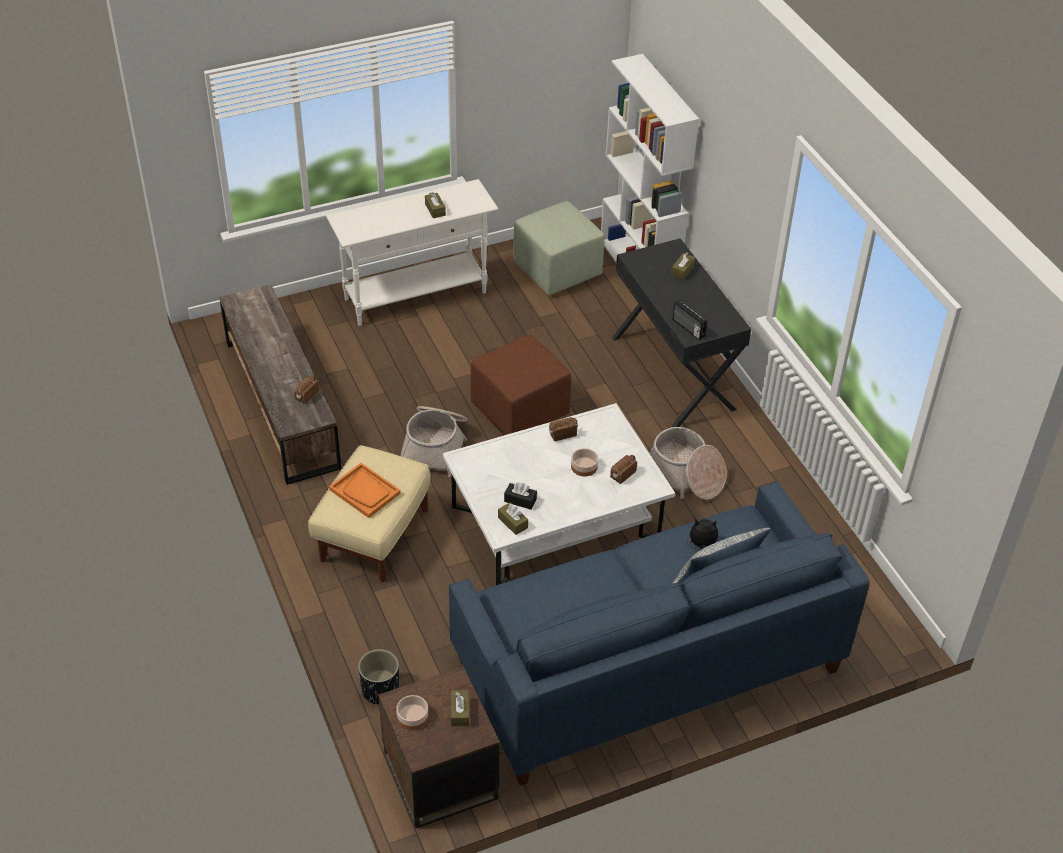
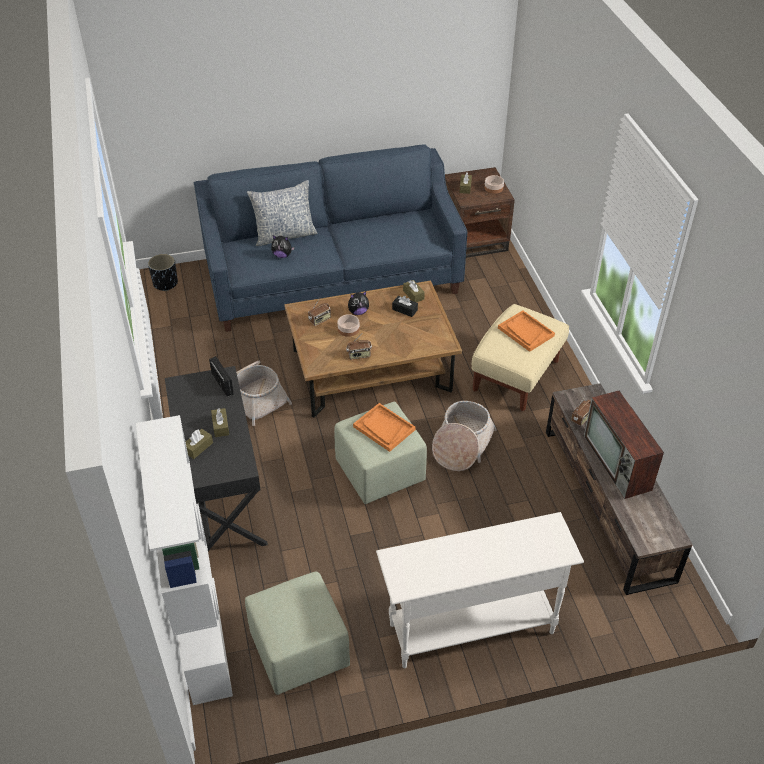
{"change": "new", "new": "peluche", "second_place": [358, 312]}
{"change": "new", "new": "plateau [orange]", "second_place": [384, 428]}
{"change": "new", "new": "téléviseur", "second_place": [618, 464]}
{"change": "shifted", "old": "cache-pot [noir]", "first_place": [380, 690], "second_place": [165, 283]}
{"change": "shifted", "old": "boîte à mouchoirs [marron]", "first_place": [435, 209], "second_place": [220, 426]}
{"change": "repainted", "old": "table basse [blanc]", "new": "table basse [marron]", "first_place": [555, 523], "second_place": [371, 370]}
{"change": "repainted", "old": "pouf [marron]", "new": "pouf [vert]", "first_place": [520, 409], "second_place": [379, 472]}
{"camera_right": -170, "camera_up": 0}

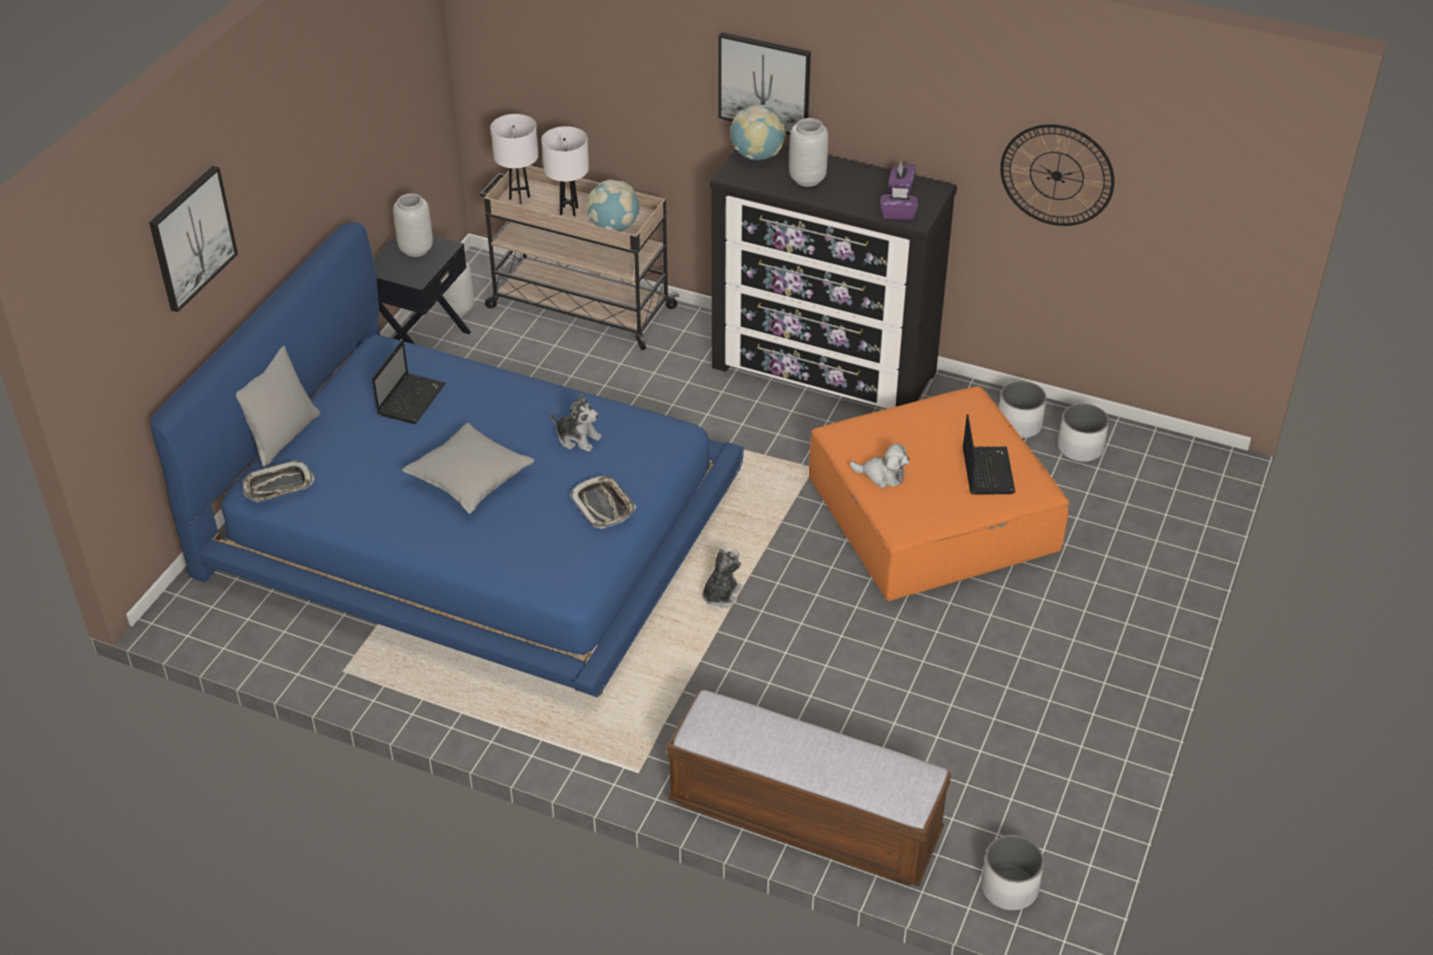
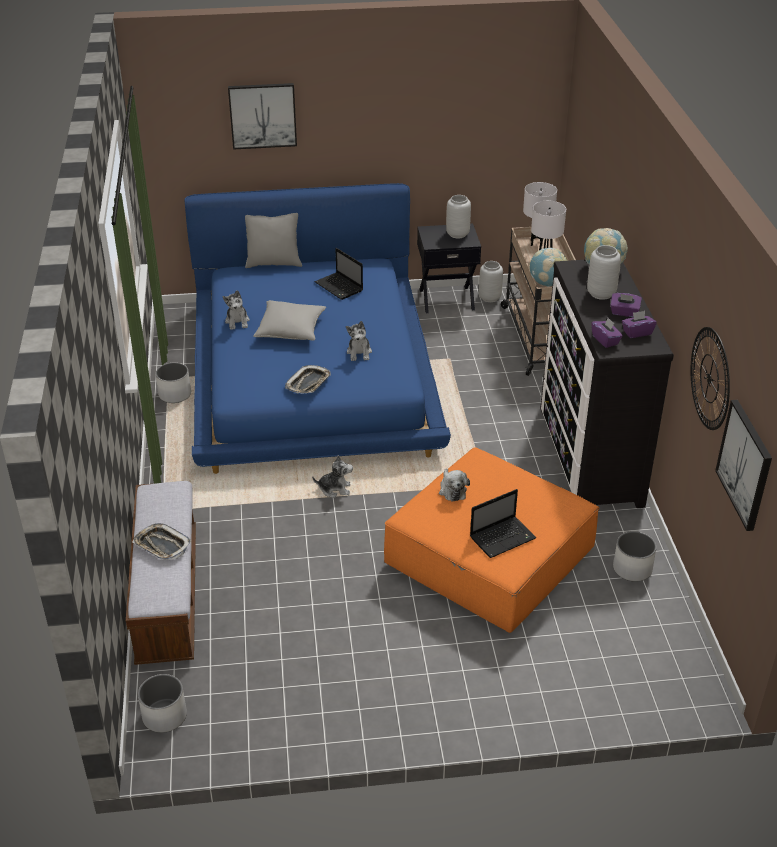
{"change": "new", "new": "peluche", "second_place": [237, 321]}
{"change": "new", "new": "boîte à mouchoirs [violet]", "second_place": [624, 312]}
{"change": "shifted", "old": "plateau", "first_place": [278, 486], "second_place": [162, 545]}
{"change": "shifted", "old": "tableau", "first_place": [764, 83], "second_place": [745, 464]}
{"change": "shifted", "old": "cache-pot [blanc]", "first_place": [1080, 448], "second_place": [175, 395]}
{"change": "rotated", "old": "ordinateur portable", "first_place": [411, 398], "second_place": [340, 287], "degrees": 60}
{"camera_right": 60, "camera_up": -5}

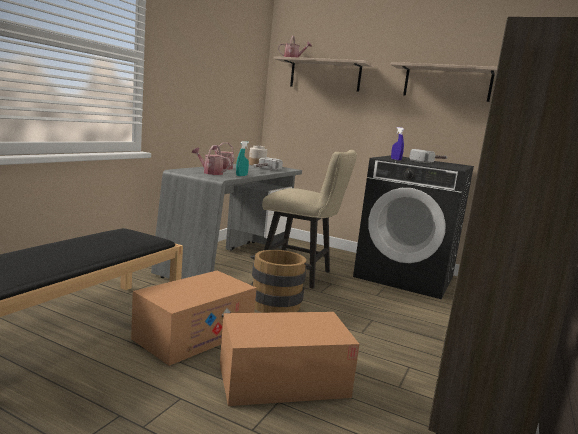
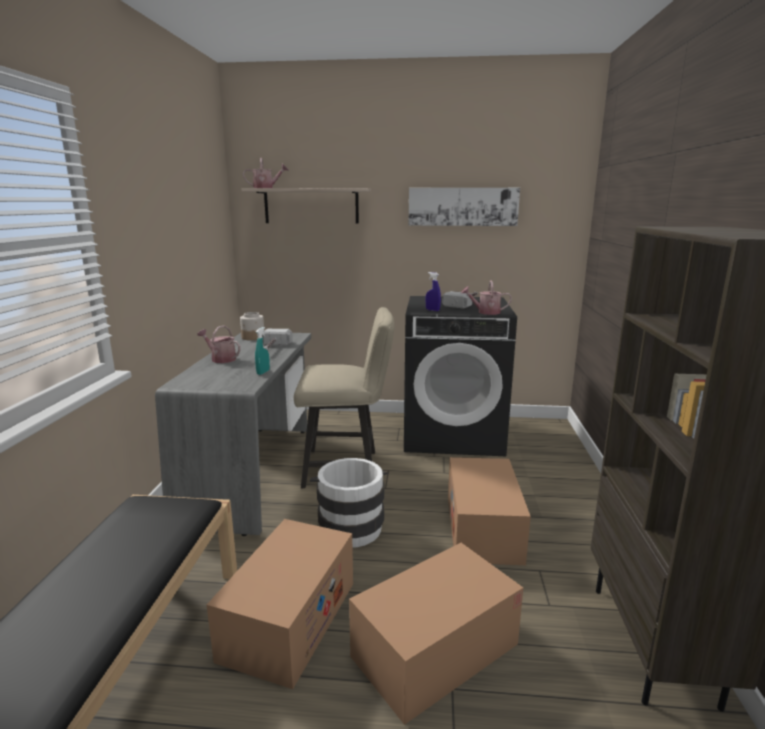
{"change": "new", "new": "carton", "second_place": [483, 528]}
{"change": "shifted", "old": "arrosoir", "first_place": [210, 173], "second_place": [485, 312]}
{"change": "swapped", "old": "étagère", "new": "tableau", "first_place": [447, 83], "second_place": [463, 206]}
{"change": "repainted", "old": "seau [marron]", "new": "seau [blanc]", "first_place": [276, 303], "second_place": [350, 525]}
{"camera_right": -20, "camera_up": 5}

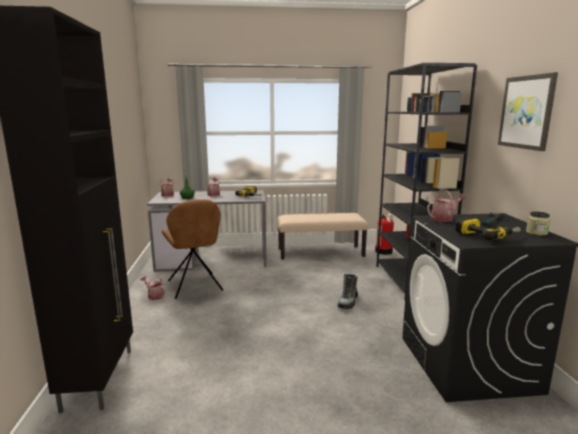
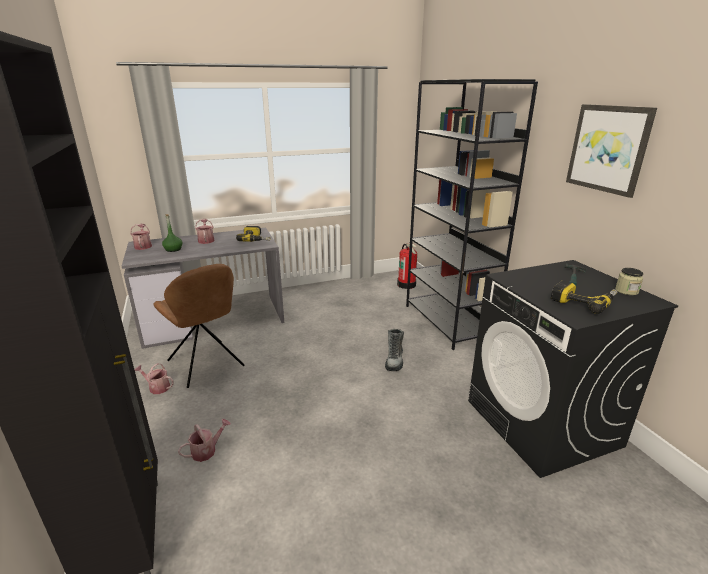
{"change": "gone", "old": "banc [beige]", "first_place": [321, 252]}
{"change": "shifted", "old": "arrosoir", "first_place": [444, 218], "second_place": [207, 450]}
{"camera_right": -15, "camera_up": 10}

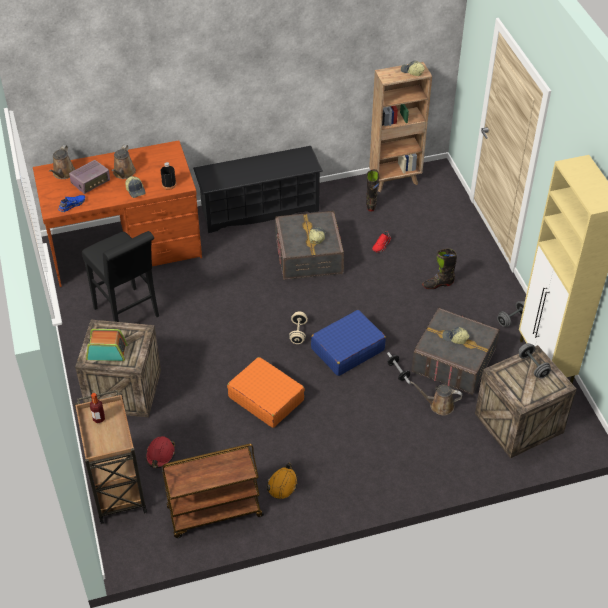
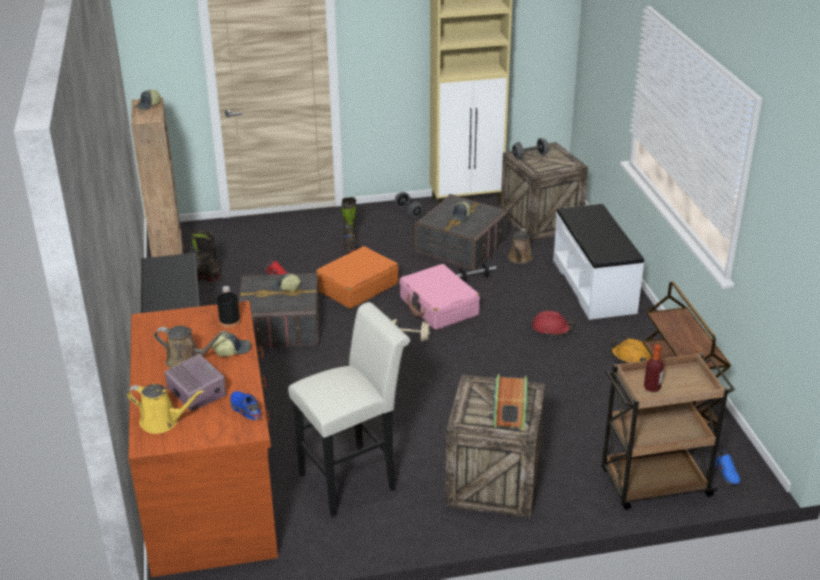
{"change": "new", "new": "banc [blanc]", "second_place": [594, 286]}
{"change": "new", "new": "chaussure [bleu]", "second_place": [727, 473]}
{"change": "shifted", "old": "casque de chantier [rouge]", "first_place": [160, 455], "second_place": [551, 329]}
{"change": "shifted", "old": "valise [orange]", "first_place": [266, 398], "second_place": [357, 287]}
{"change": "repainted", "old": "arrosoir [marron]", "new": "arrosoir [jaune]", "first_place": [63, 173], "second_place": [163, 422]}
{"change": "repainted", "old": "tabouret [noir]", "new": "tabouret [blanc]", "first_place": [129, 315], "second_place": [354, 479]}
{"change": "repainted", "old": "valise [bleu]", "new": "valise [rose]", "first_place": [347, 349], "second_place": [439, 307]}
{"camera_right": -85, "camera_up": -15}

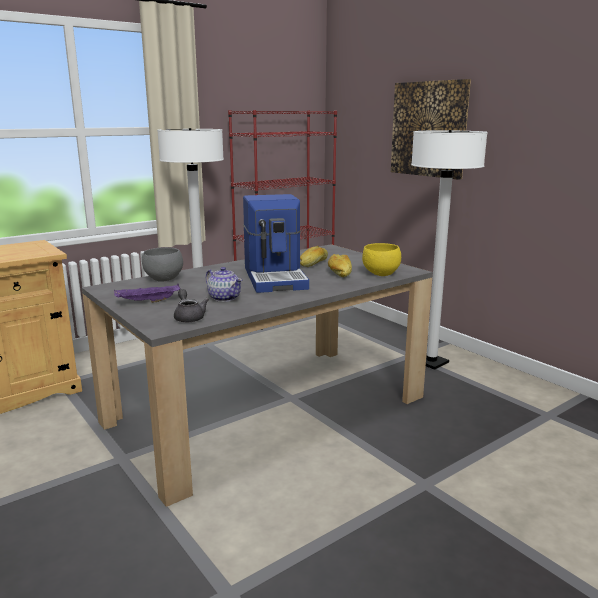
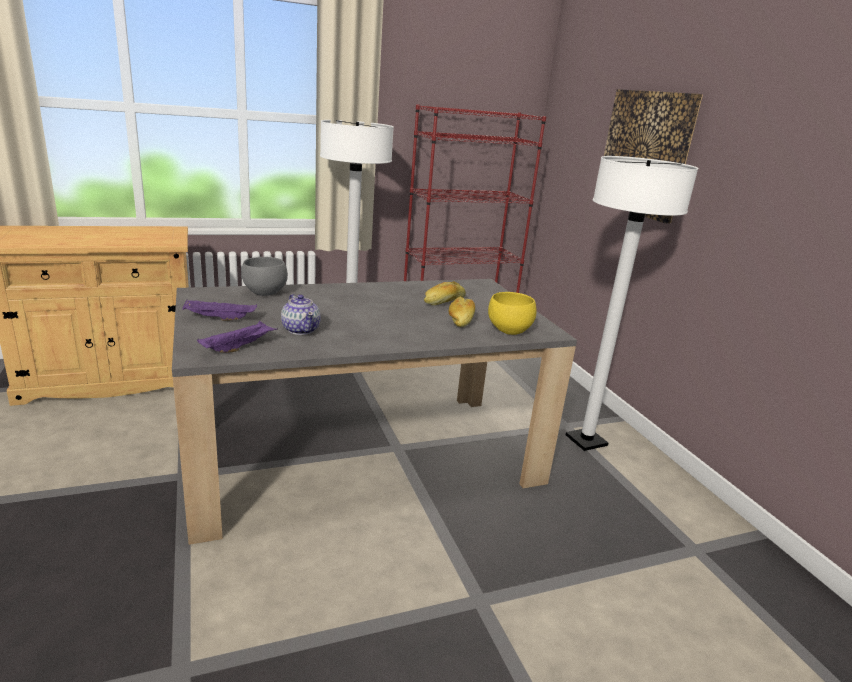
{"change": "gone", "old": "machine à café", "first_place": [276, 278]}
{"change": "swapped", "old": "théière [gris]", "new": "plateau [violet]", "first_place": [189, 317], "second_place": [239, 347]}
{"camera_right": 15, "camera_up": 5}

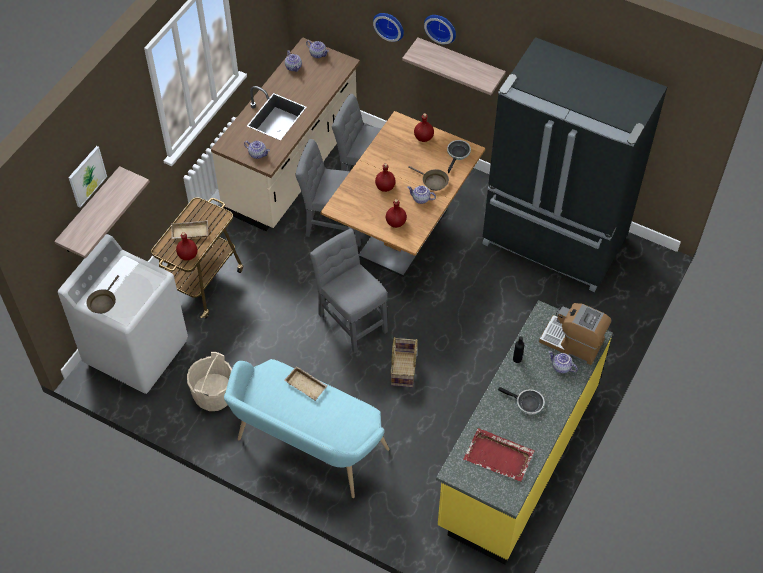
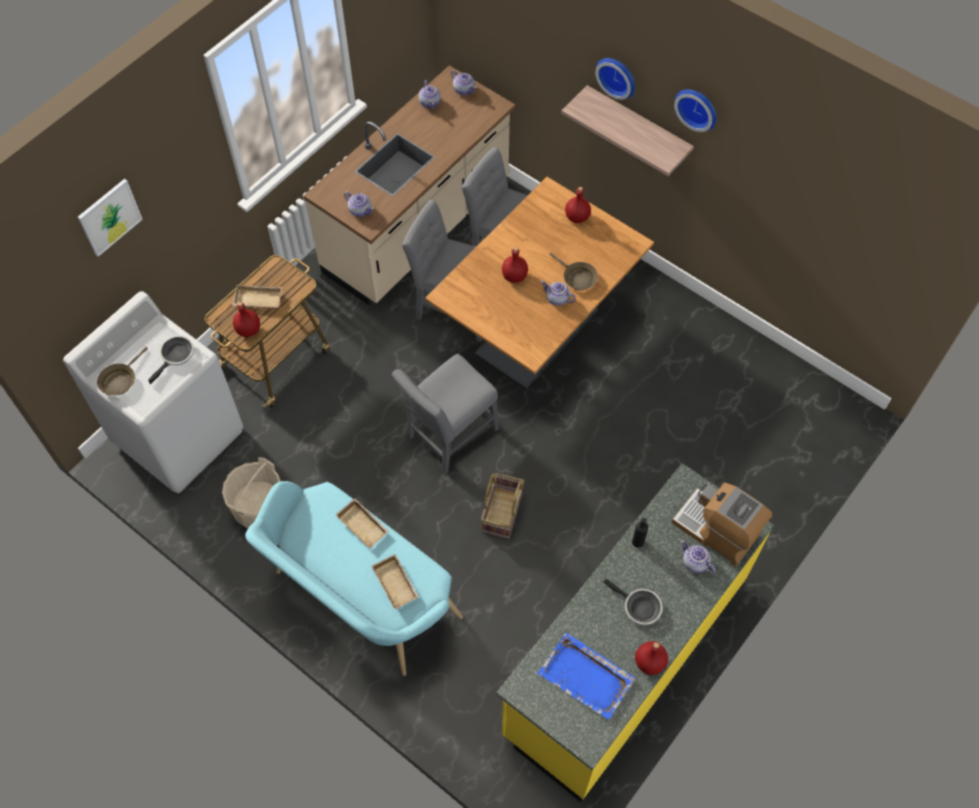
{"change": "gone", "old": "étagère", "first_place": [90, 212]}
{"change": "gone", "old": "réfrigérateur [noir]", "first_place": [553, 242]}
{"change": "new", "new": "plateau [beige]", "second_place": [397, 583]}
{"change": "shifted", "old": "horloge murale", "first_place": [390, 25], "second_place": [698, 107]}
{"change": "shifted", "old": "bouteille [rouge]", "first_place": [395, 223], "second_place": [649, 662]}
{"change": "shifted", "old": "poêle", "first_place": [458, 154], "second_place": [176, 356]}
{"change": "repainted", "old": "plateau [rouge]", "new": "plateau [bleu]", "first_place": [499, 456], "second_place": [586, 677]}
{"change": "rotated", "old": "chaise [gris]", "first_place": [351, 319], "second_place": [449, 436], "degrees": -105}
{"camera_right": 10, "camera_up": 5}

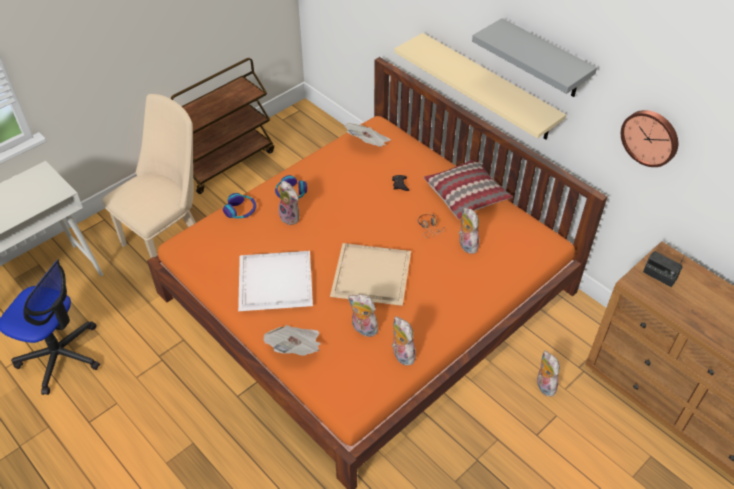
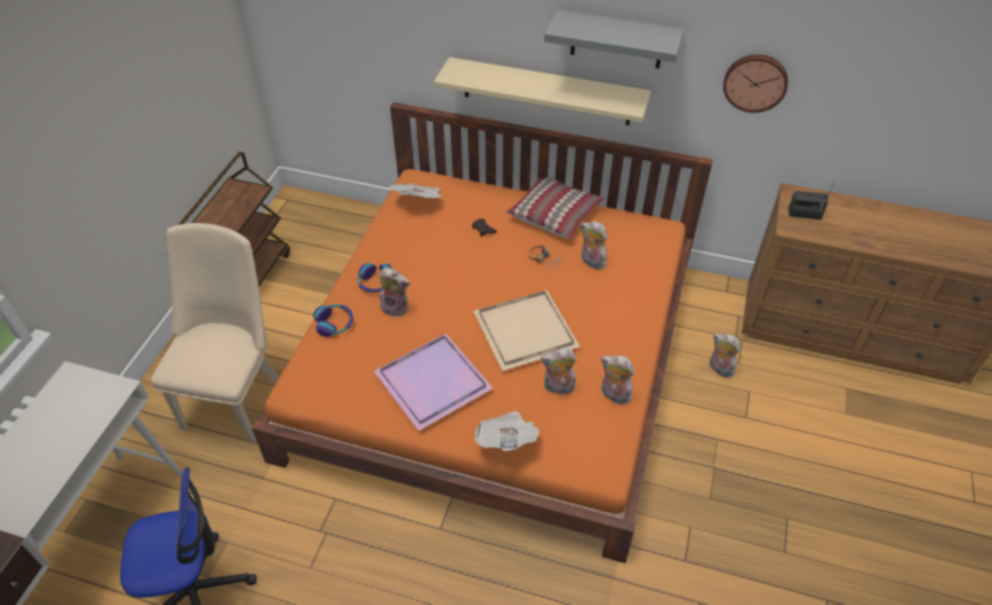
{"change": "repainted", "old": "plateau [blanc]", "new": "plateau [violet]", "first_place": [274, 281], "second_place": [430, 382]}
{"camera_right": -30, "camera_up": 0}

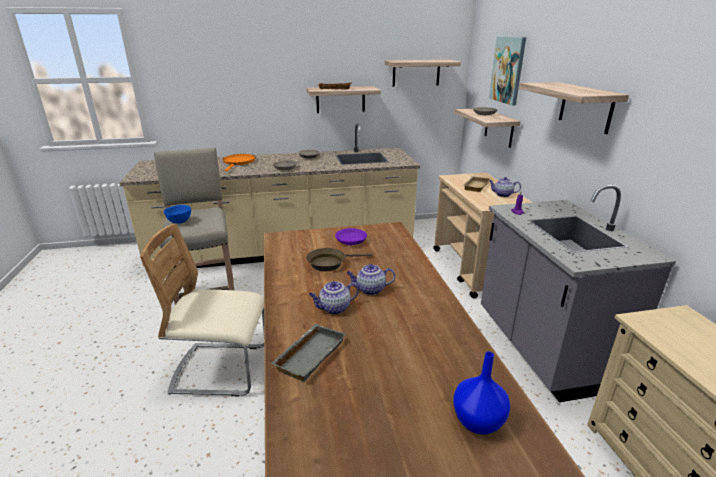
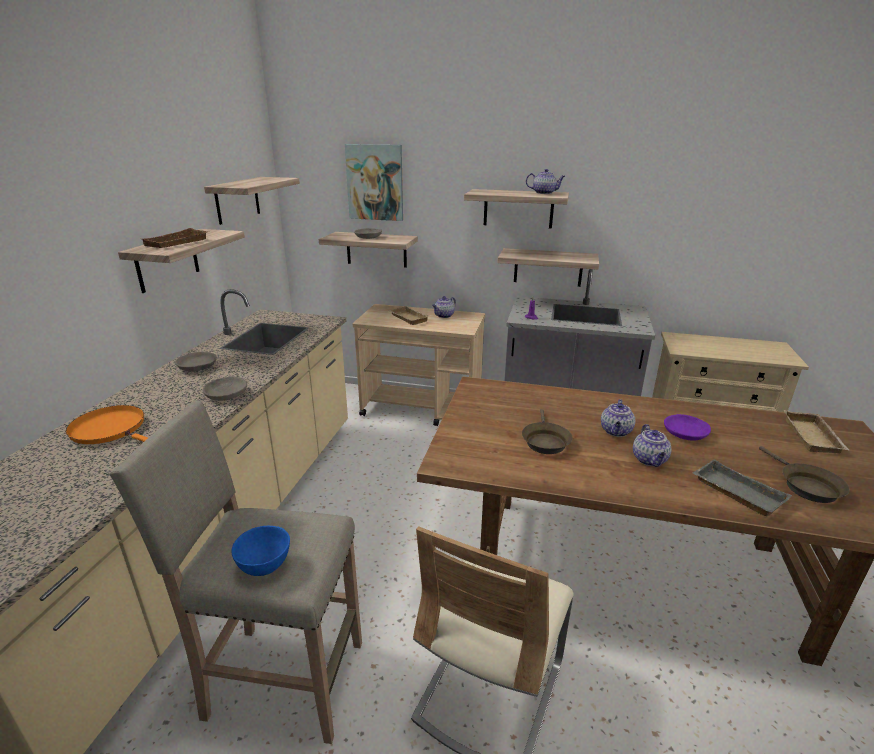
{"change": "new", "new": "étagère", "second_place": [548, 267]}
{"change": "new", "new": "théière", "second_place": [544, 193]}
{"change": "new", "new": "poêle [marron]", "second_place": [806, 486]}
{"change": "shifted", "old": "bol [violet]", "first_place": [351, 241], "second_place": [685, 433]}
{"change": "swapped", "old": "vase [bleu]", "new": "plateau [beige]", "first_place": [477, 422], "second_place": [814, 437]}
{"camera_right": -65, "camera_up": 0}

